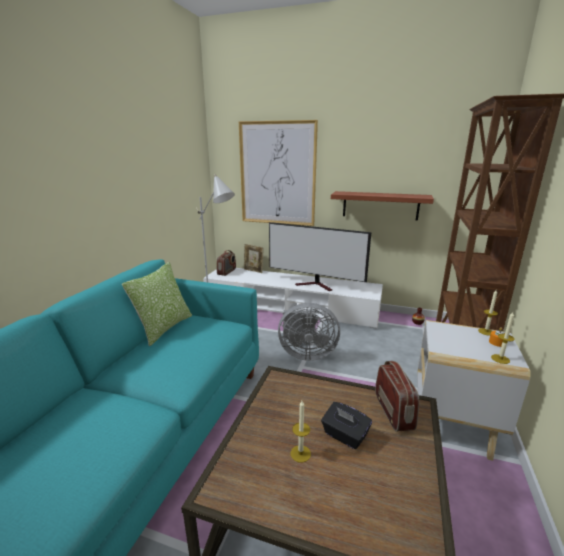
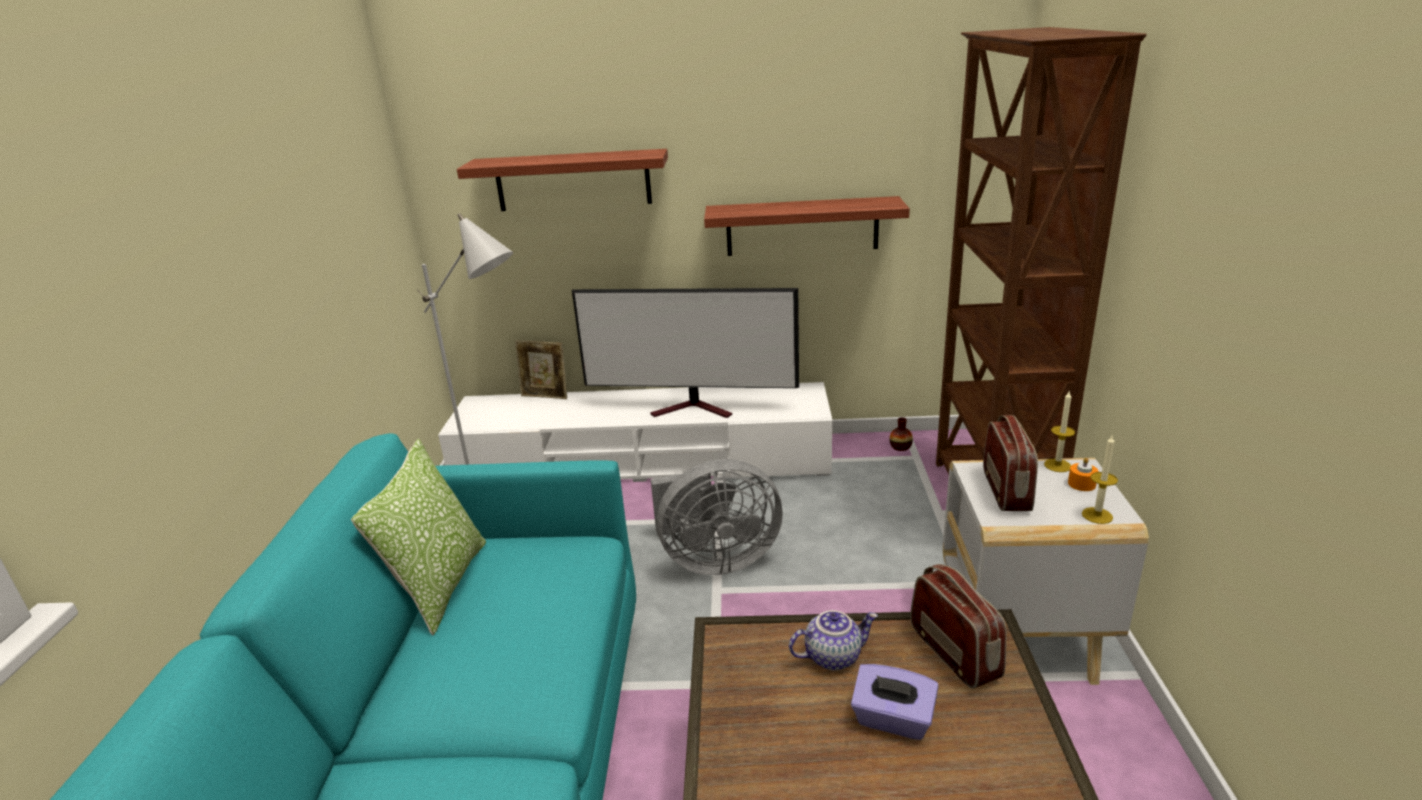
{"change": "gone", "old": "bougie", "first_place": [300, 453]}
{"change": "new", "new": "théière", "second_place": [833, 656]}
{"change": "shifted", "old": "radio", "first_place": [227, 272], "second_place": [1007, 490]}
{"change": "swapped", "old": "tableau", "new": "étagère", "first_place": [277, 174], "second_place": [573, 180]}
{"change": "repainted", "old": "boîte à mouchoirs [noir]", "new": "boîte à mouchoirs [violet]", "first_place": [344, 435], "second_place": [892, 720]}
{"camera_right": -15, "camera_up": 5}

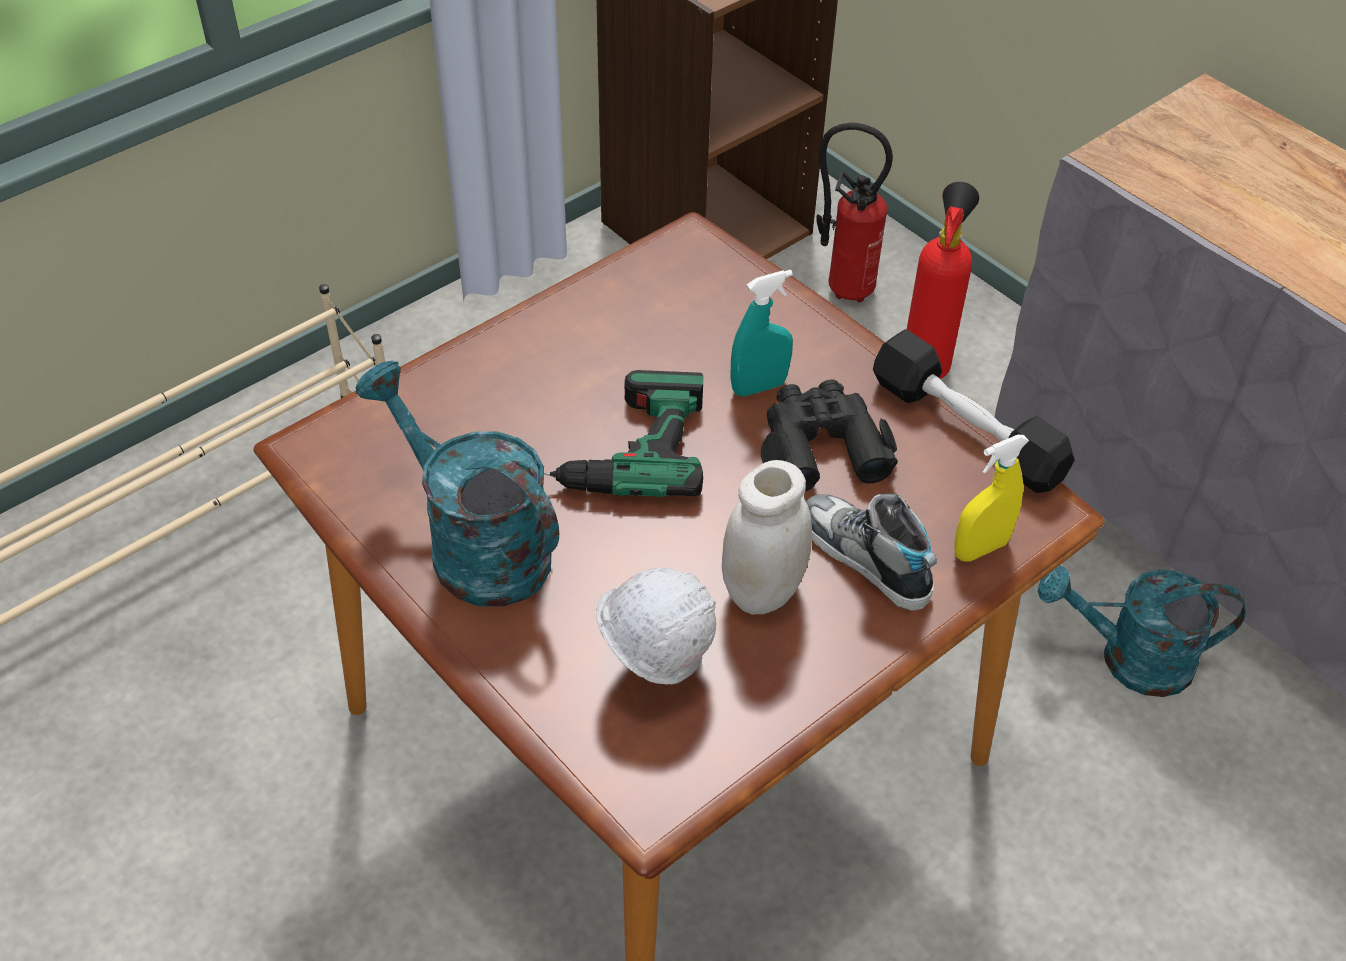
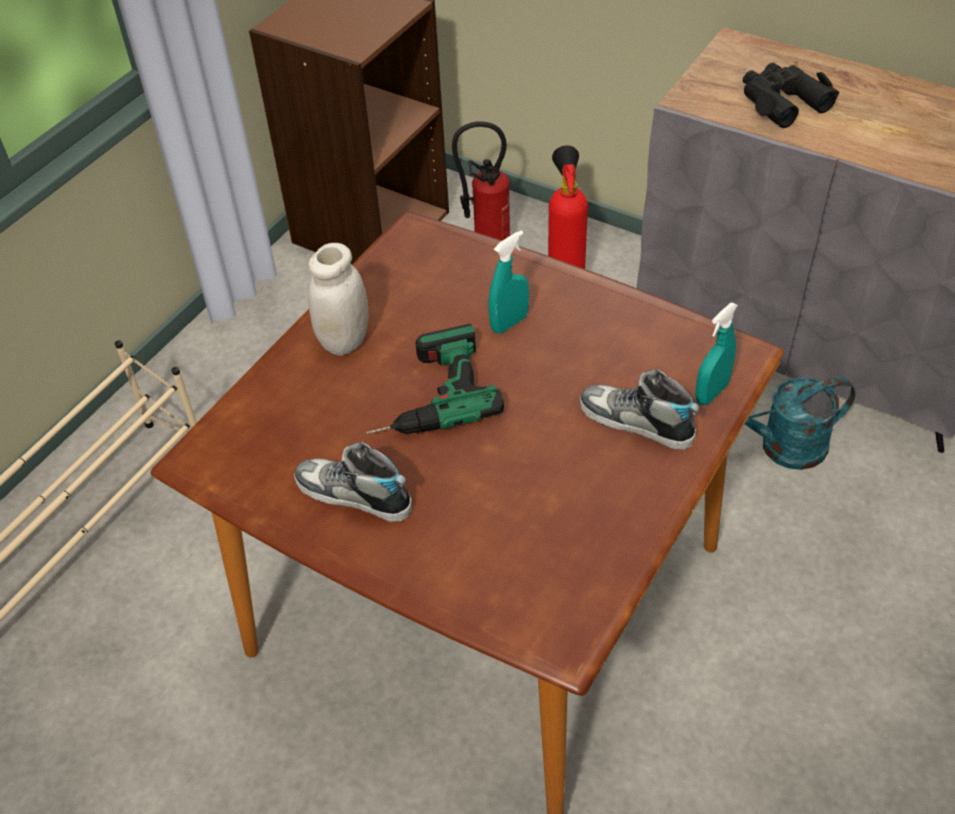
{"change": "gone", "old": "casque de chantier [blanc]", "first_place": [654, 662]}
{"change": "gone", "old": "haltère [noir]", "first_place": [966, 430]}
{"change": "shifted", "old": "bocal [blanc]", "first_place": [763, 591], "second_place": [344, 340]}
{"change": "shifted", "old": "jumelles [noir]", "first_place": [821, 445], "second_place": [781, 102]}
{"change": "swapped", "old": "arrosoir [turquoise]", "new": "chaussure", "first_place": [474, 545], "second_place": [353, 495]}
{"change": "repainted", "old": "vaporisateur [jaune]", "new": "vaporisateur [turquoise]", "first_place": [980, 549], "second_place": [711, 393]}
{"camera_right": -15, "camera_up": 0}

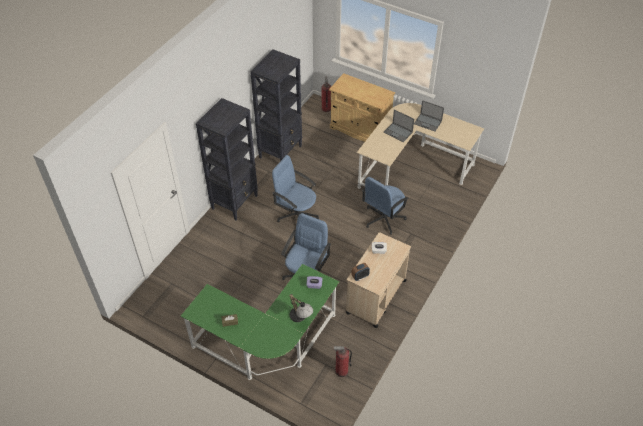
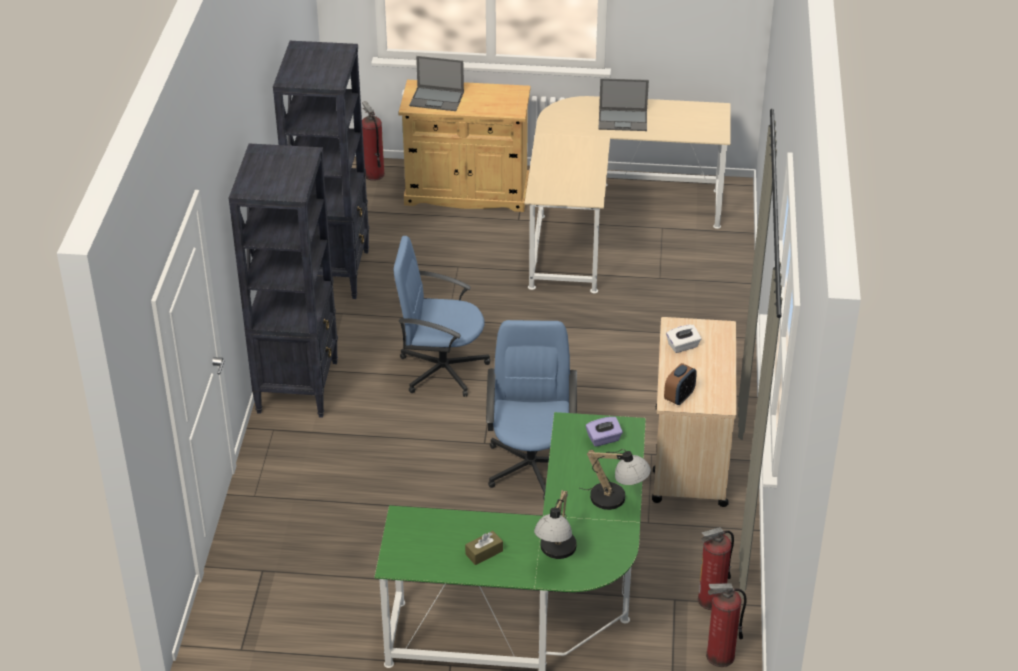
{"change": "gone", "old": "chaise de bureau [bleu]", "first_place": [383, 219]}
{"change": "new", "new": "lampe de table", "second_place": [556, 553]}
{"change": "new", "new": "extincteur", "second_place": [720, 656]}
{"change": "shifted", "old": "ordinateur portable", "first_place": [398, 132], "second_place": [437, 99]}
{"camera_right": -25, "camera_up": -10}

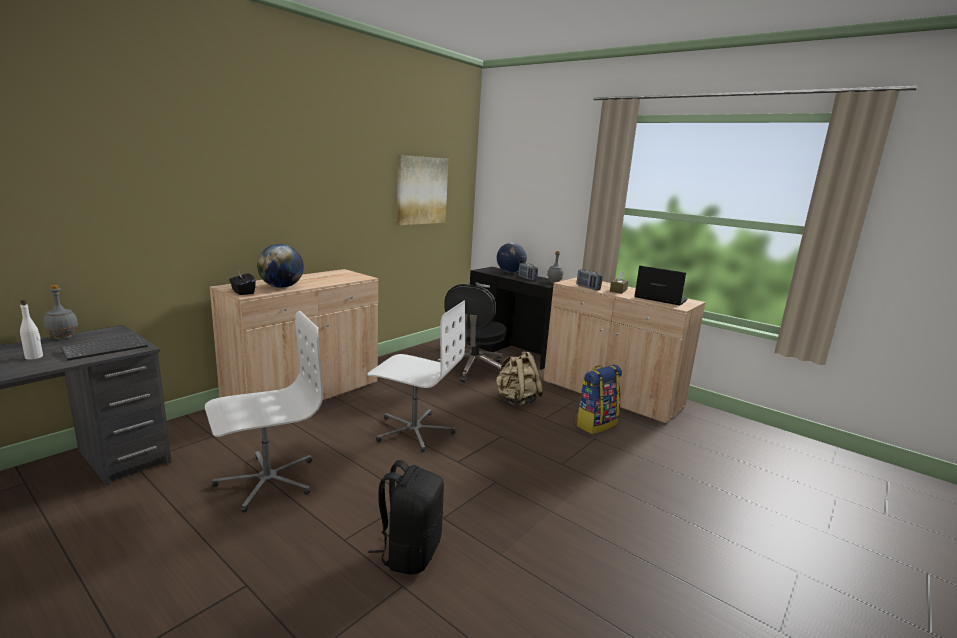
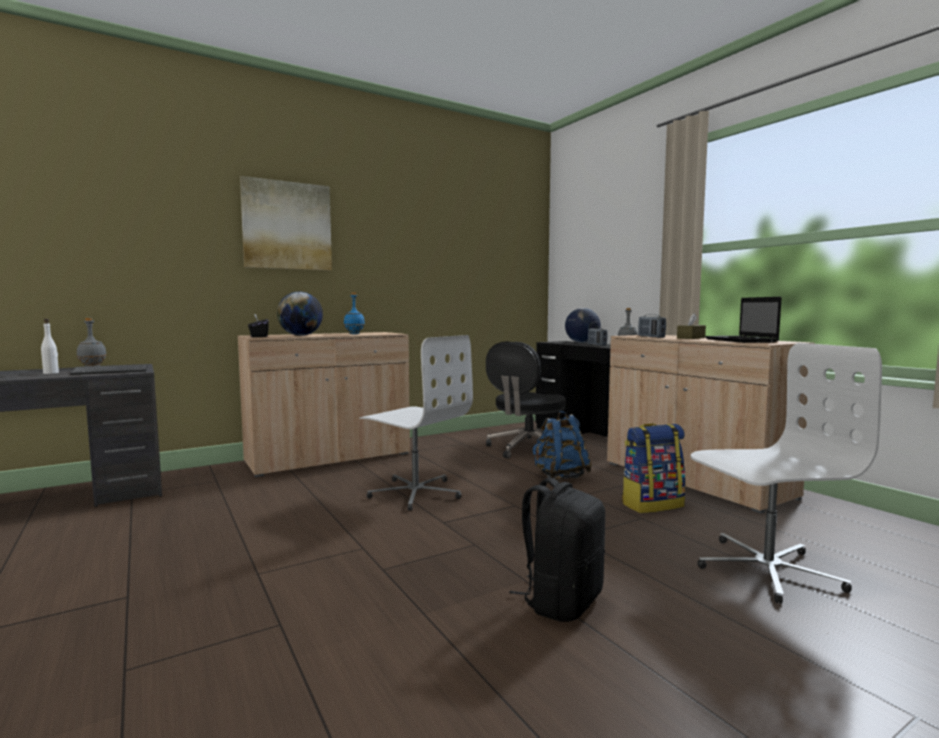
{"change": "new", "new": "bouteille [bleu]", "second_place": [354, 334]}
{"change": "shifted", "old": "chaise de bureau [blanc]", "first_place": [267, 481], "second_place": [766, 569]}
{"change": "shifted", "old": "sac à dos [noir]", "first_place": [410, 552], "second_place": [561, 601]}
{"change": "shifted", "old": "tableau", "first_place": [421, 190], "second_place": [287, 226]}
{"change": "repainted", "old": "sac à dos [beige]", "new": "sac à dos [bleu]", "first_place": [516, 401], "second_place": [560, 477]}
{"change": "rotated", "old": "ordinateur portable", "first_place": [659, 299], "second_place": [742, 341], "degrees": -150}
{"camera_right": 20, "camera_up": -10}

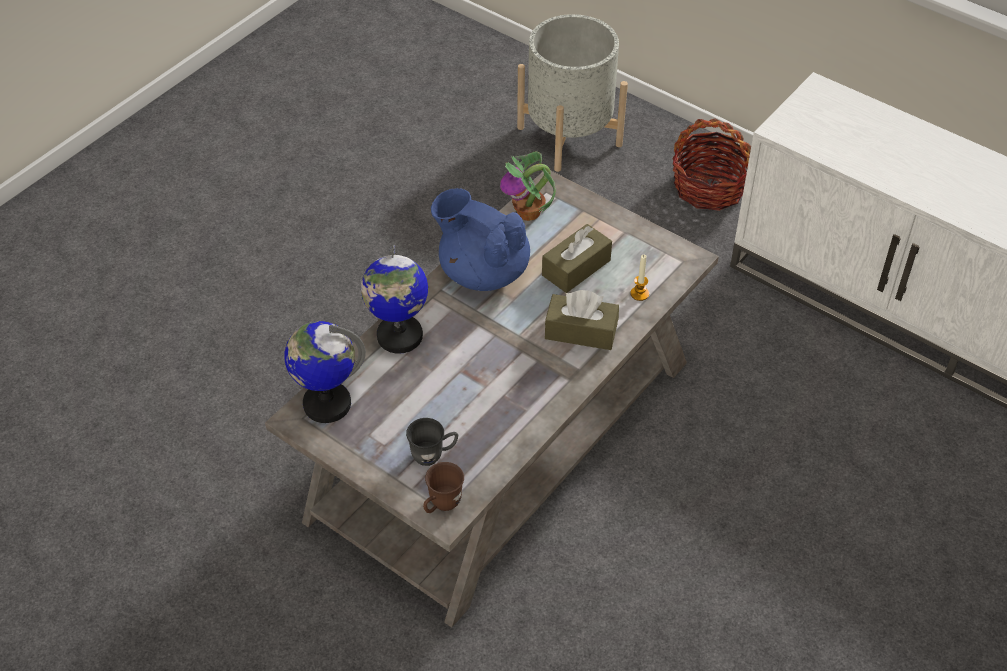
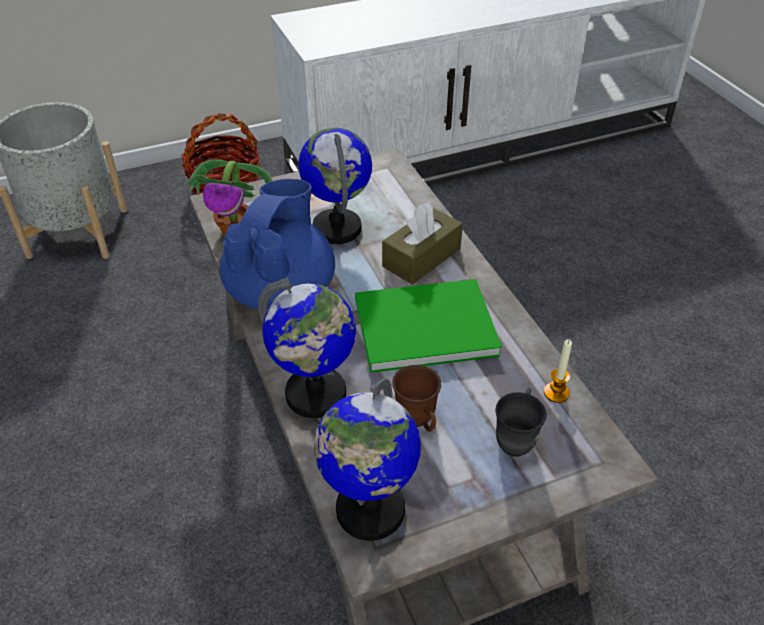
{"change": "new", "new": "livre [vert]", "second_place": [420, 325]}
{"change": "shifted", "old": "mug [marron]", "first_place": [441, 505], "second_place": [419, 421]}
{"change": "shifted", "old": "bougie", "first_place": [639, 294], "second_place": [556, 393]}
{"change": "swapped", "old": "boîte à mouchoirs [marron]", "new": "globe", "first_place": [576, 268], "second_place": [337, 228]}
{"change": "rotated", "old": "théière [bleu]", "first_place": [482, 271], "second_place": [281, 291], "degrees": 135}
{"camera_right": -60, "camera_up": -5}

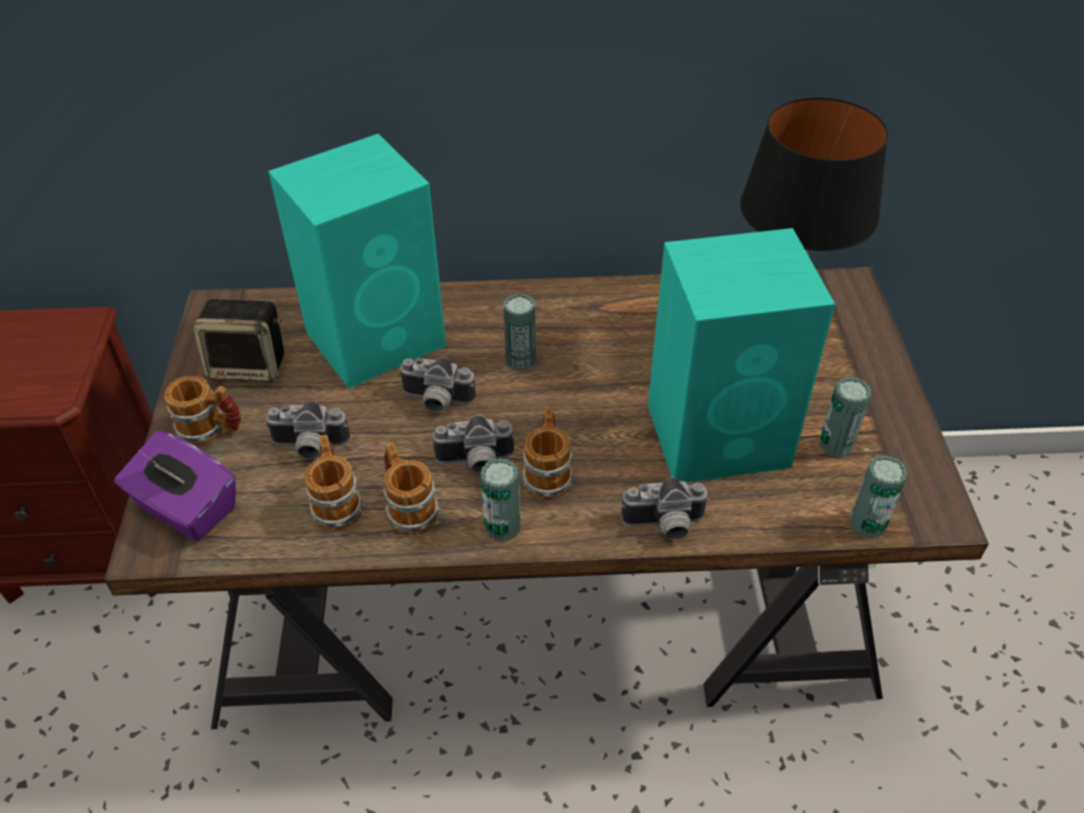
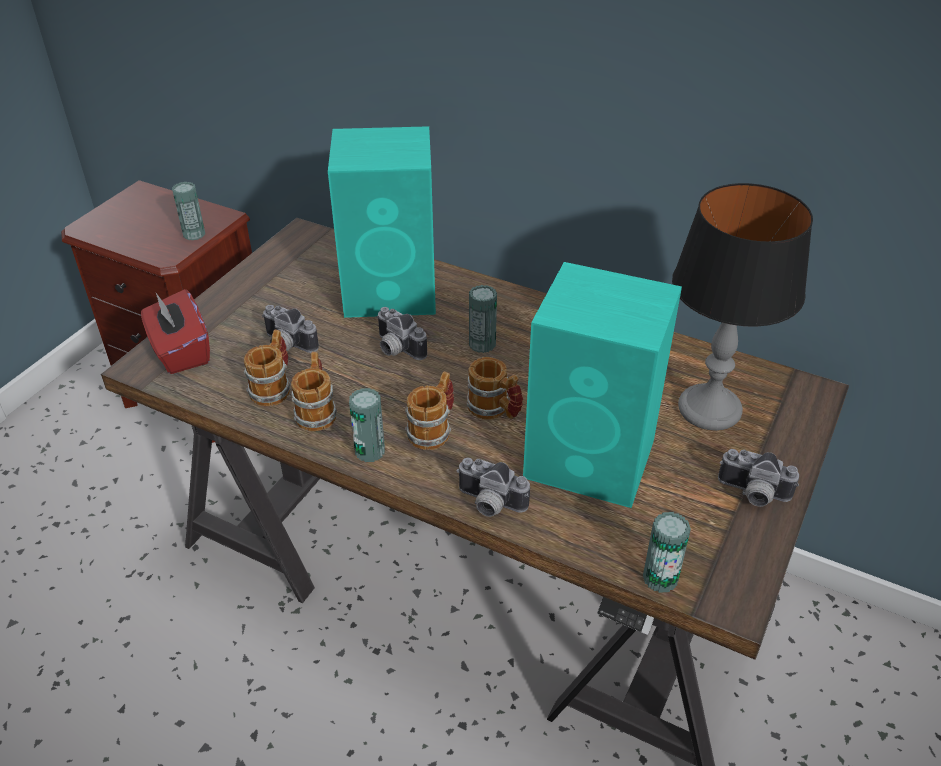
{"change": "gone", "old": "enceinte", "first_place": [250, 366]}
{"change": "shifted", "old": "mug", "first_place": [211, 431], "second_place": [494, 410]}
{"change": "shifted", "old": "appareil photo", "first_place": [475, 463], "second_place": [752, 494]}
{"change": "shifted", "old": "boîte métallique", "first_place": [836, 444], "second_place": [194, 234]}
{"change": "repainted", "old": "boîte à mouchoirs [violet]", "new": "boîte à mouchoirs [rouge]", "first_place": [186, 508], "second_place": [180, 351]}
{"camera_right": 30, "camera_up": -5}

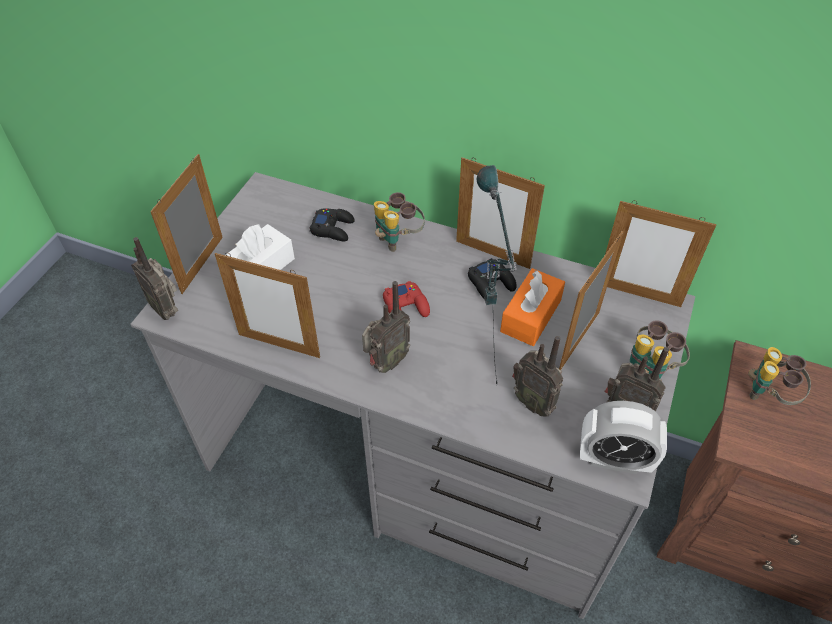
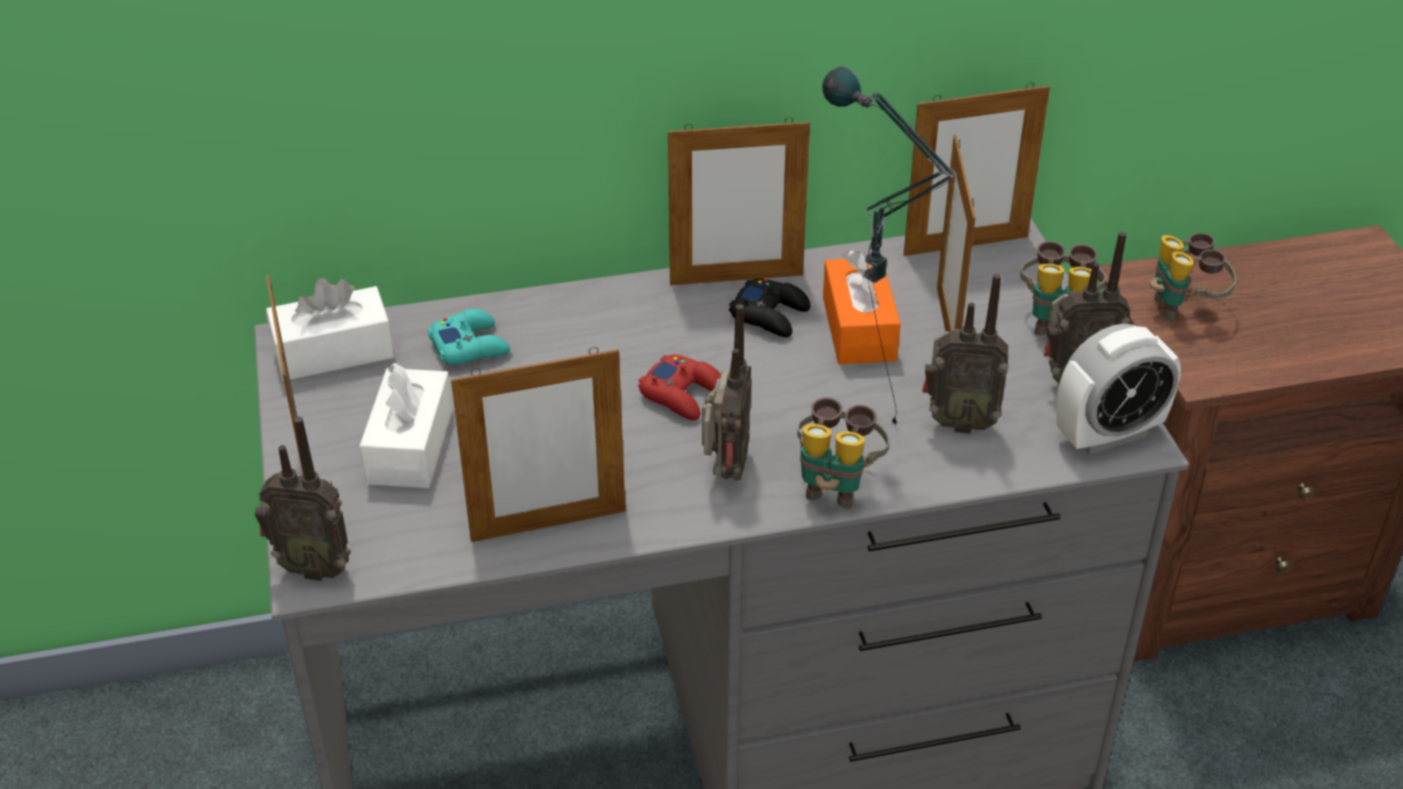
{"change": "new", "new": "boîte à mouchoirs [blanc]", "second_place": [333, 352]}
{"change": "shifted", "old": "jumelles", "first_place": [398, 238], "second_place": [836, 484]}
{"change": "repainted", "old": "manette [noir]", "new": "manette [turquoise]", "first_place": [333, 228], "second_place": [470, 346]}
{"camera_right": -35, "camera_up": -10}

